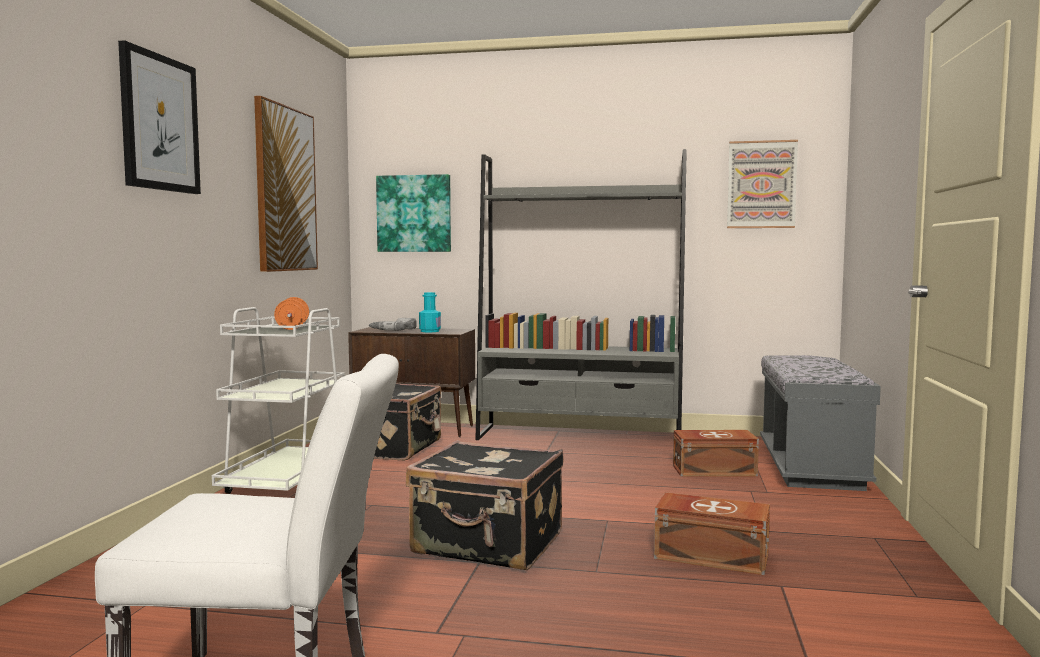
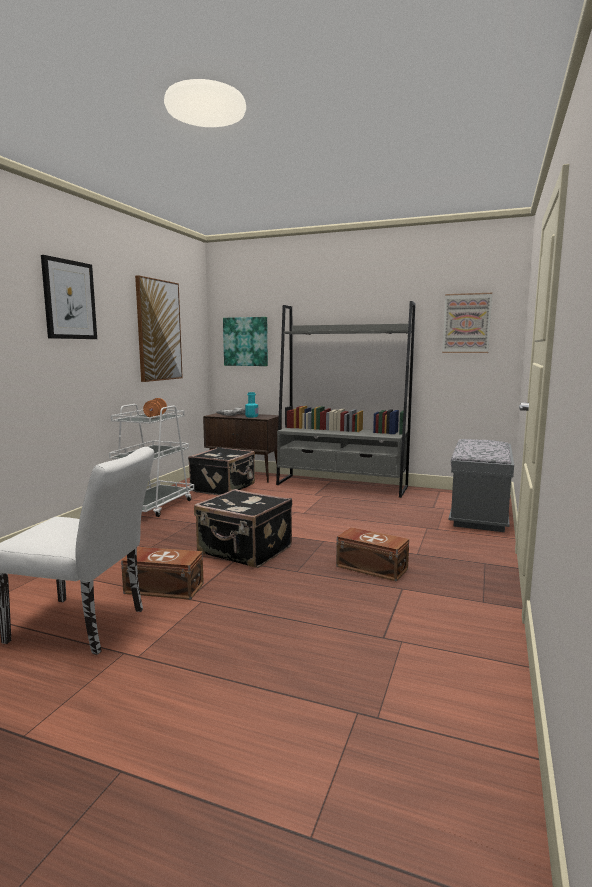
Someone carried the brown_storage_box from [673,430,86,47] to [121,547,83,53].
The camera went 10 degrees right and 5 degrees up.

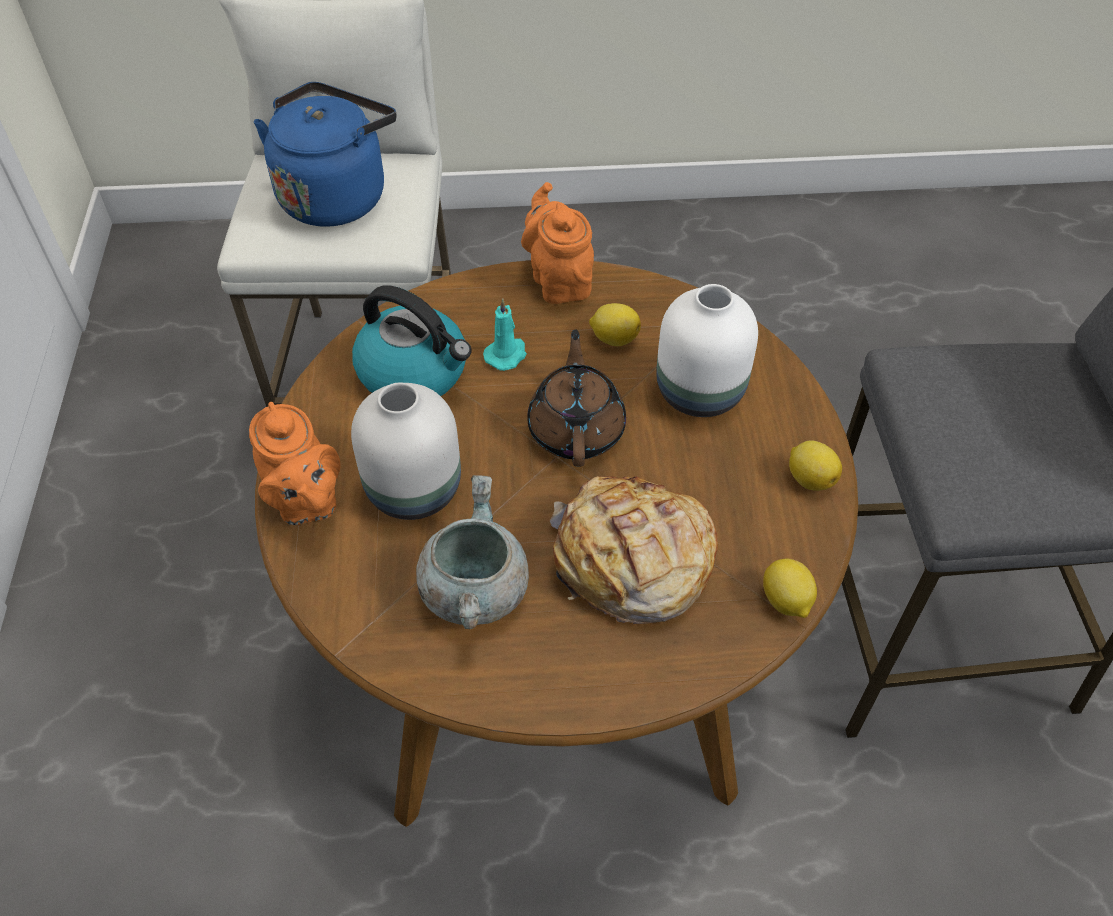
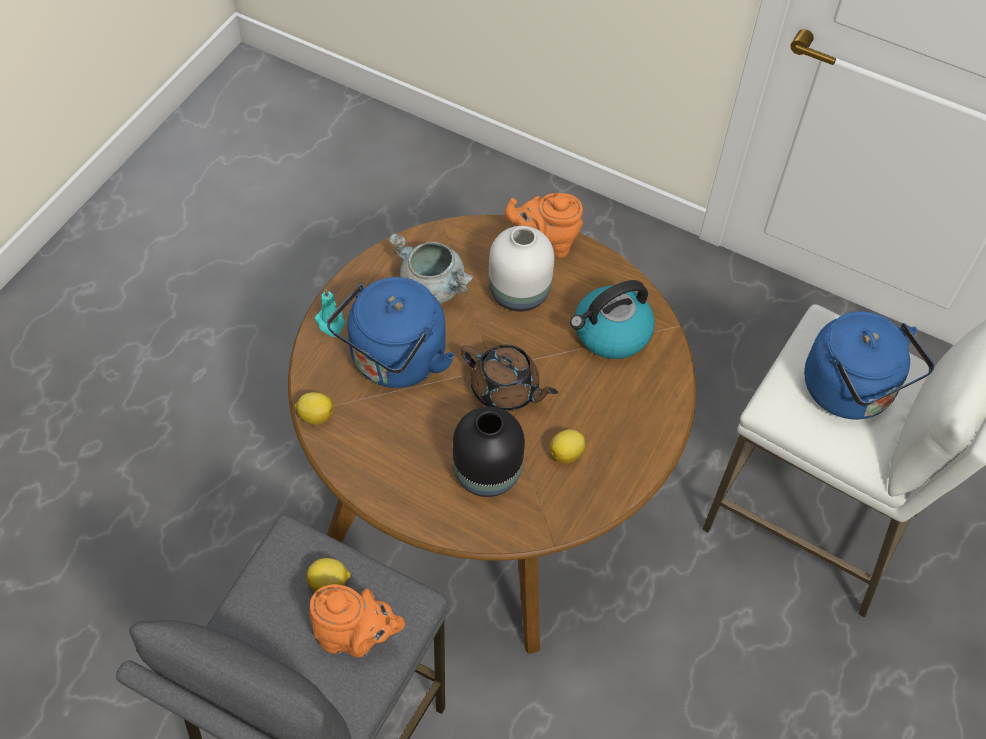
Someone carried the lemon from [789,440,53,51] to [306,558,45,33].
Someone carried the orange_teapot from [521,182,73,122] to [310,584,95,73].
Someone carried the turquoise_candle from [483,298,44,73] to [315,289,30,48].
Someone swapped the bread at [550,476,168,148] for the blue_kettle at [327,277,128,111].
Someone repainted the white_vase at [656,284,102,133], which became the black_vase at [453,406,72,91].
The camera went 120 degrees right and 5 degrees up.

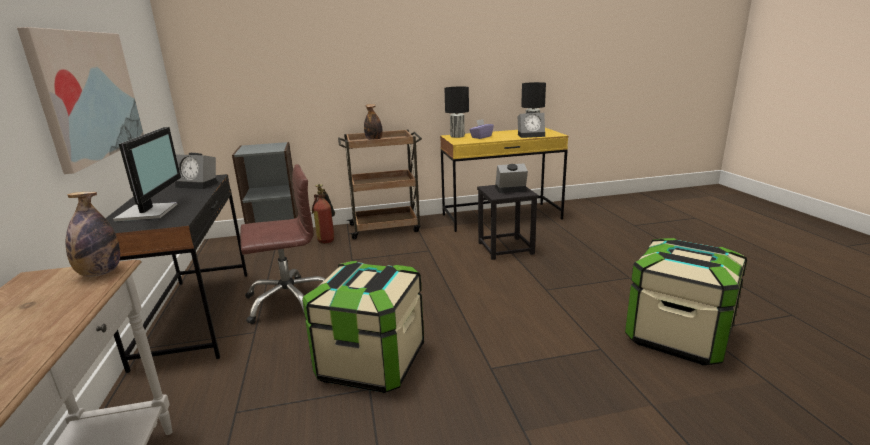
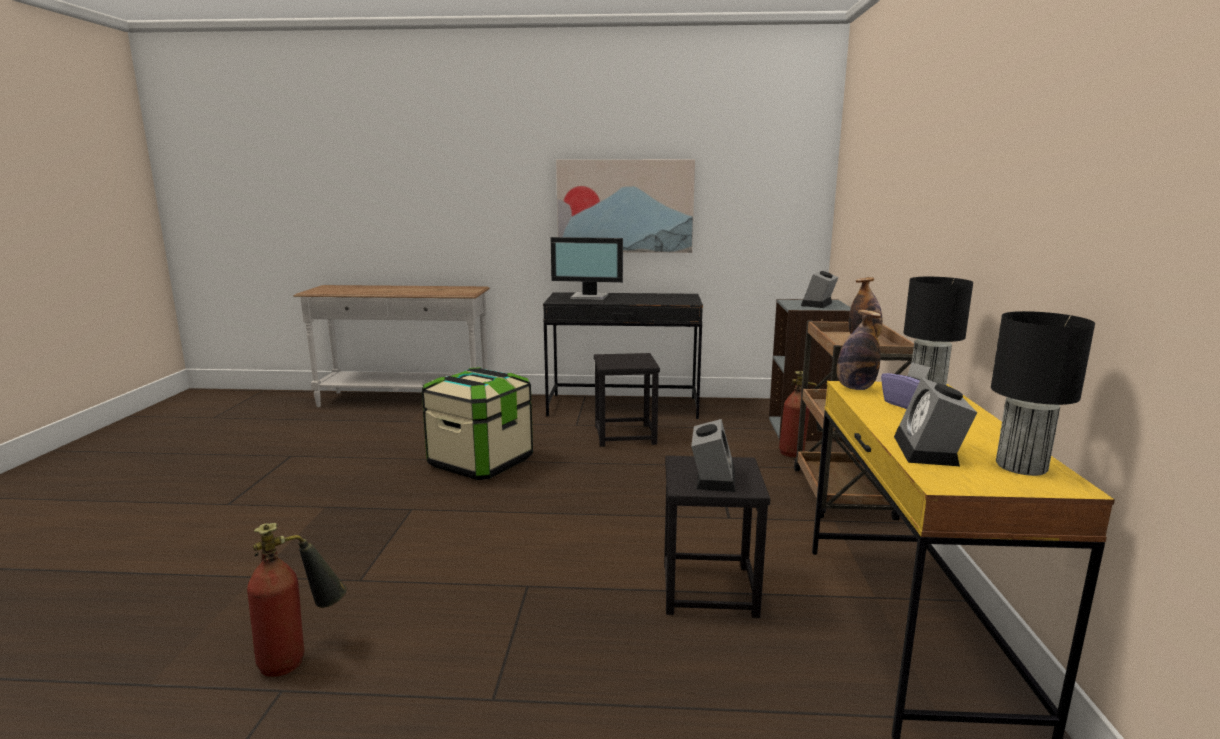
Someone swapped the storage_box at [625,238,122,127] for the fire_extinguisher at [247,523,100,154].
Someone swapped the brown_office_chair at [240,164,85,160] for the black_stool at [594,353,66,94].
Someone carried the alarm_clock from [175,153,43,36] to [801,270,37,38].
Someone carried the bottle from [66,192,54,85] to [837,310,44,80].
The camera went 105 degrees right and 5 degrees down.

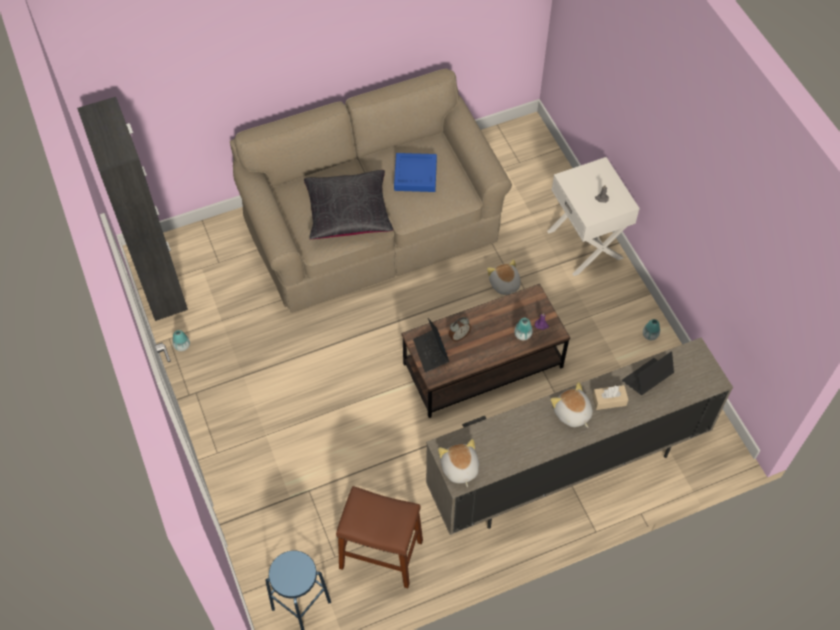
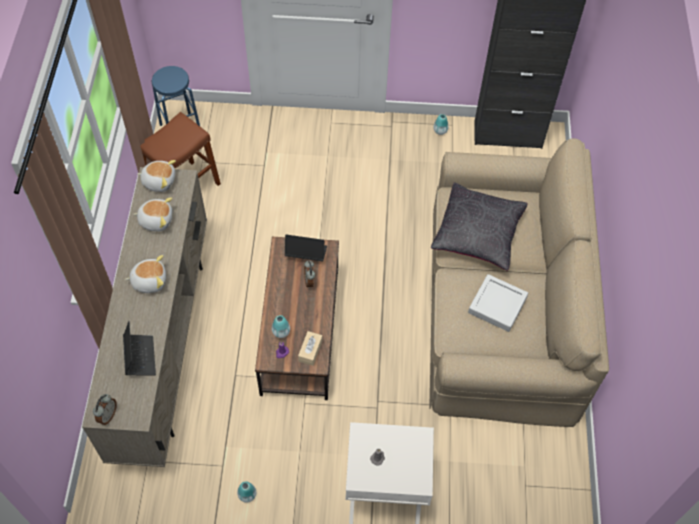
Someone put down the alarm_clock at [93,394,24,31].
Someone carried the plush_toy from [487,260,34,35] to [133,197,39,34].
Someone carried the beige_tissue_box from [592,385,37,25] to [298,331,25,35].
Someone repainted the blue_tray at [394,153,43,39], which became the grey_tray at [468,274,60,58].
The camera went 115 degrees right and 0 degrees up.

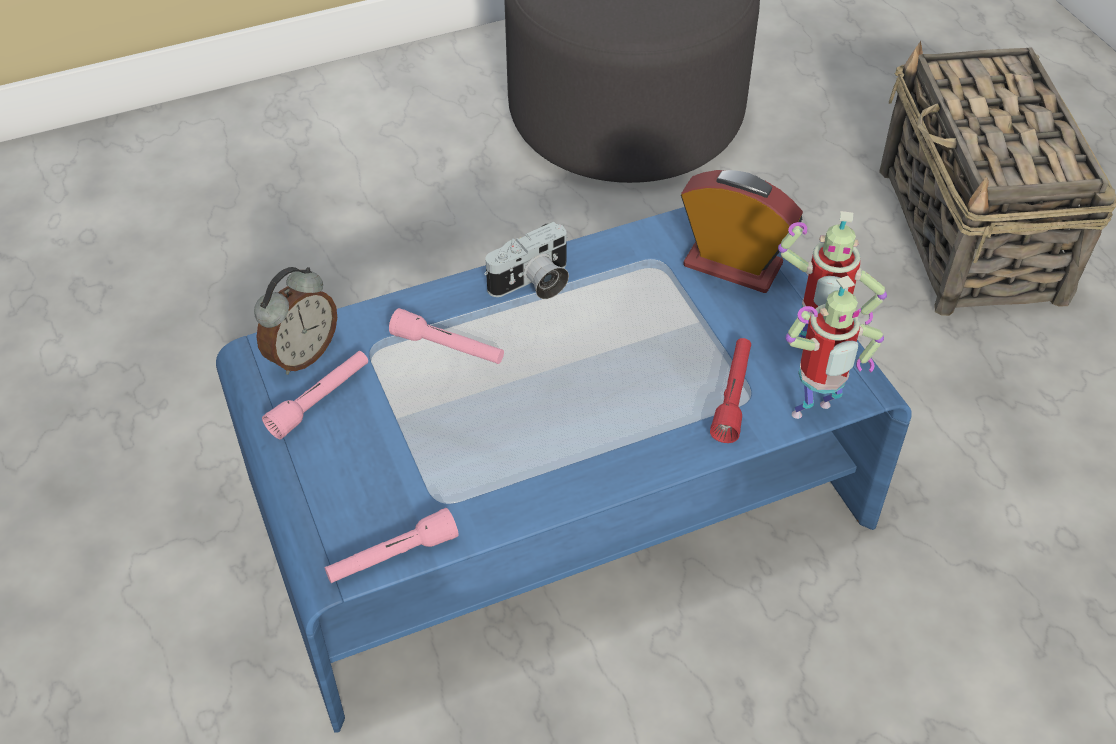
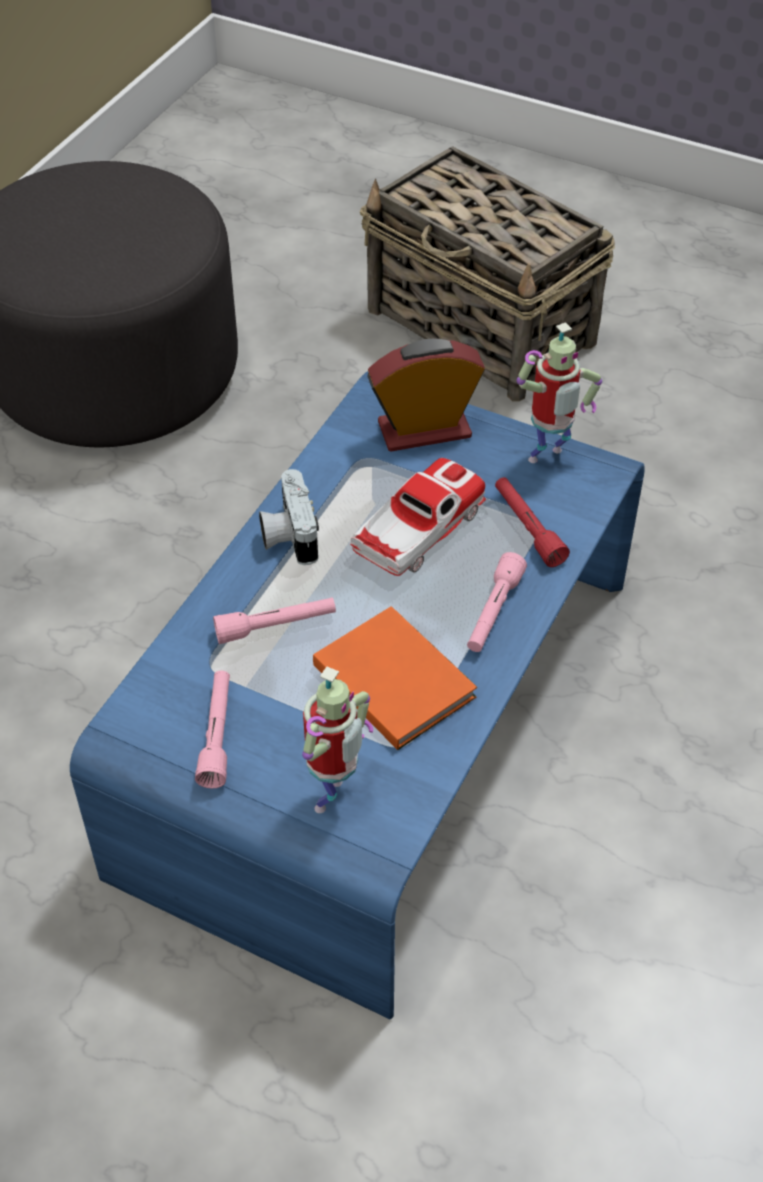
Someone rotated the photo_camera at [484,222,85,77] by 150 degrees clockwise.
Someone carried the toy_robot from [785,276,99,143] to [302,666,71,147].
Someone put down the orange_book at [313,606,164,144].
Someone put down the toy_car at [350,458,136,118].
Someone carried the pink_flashlight from [325,508,134,75] to [467,552,60,100].
Someone took away the alarm_clock at [254,267,83,108].
The camera went 40 degrees left and 0 degrees up.

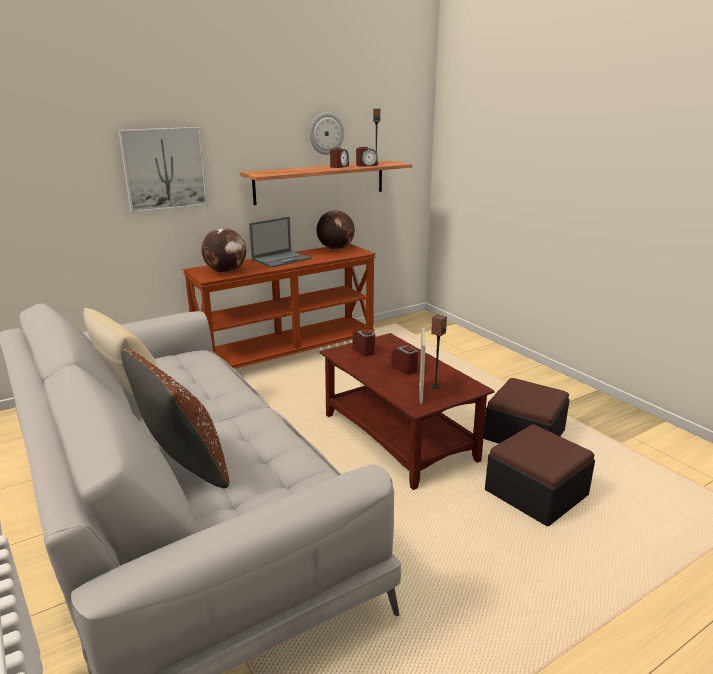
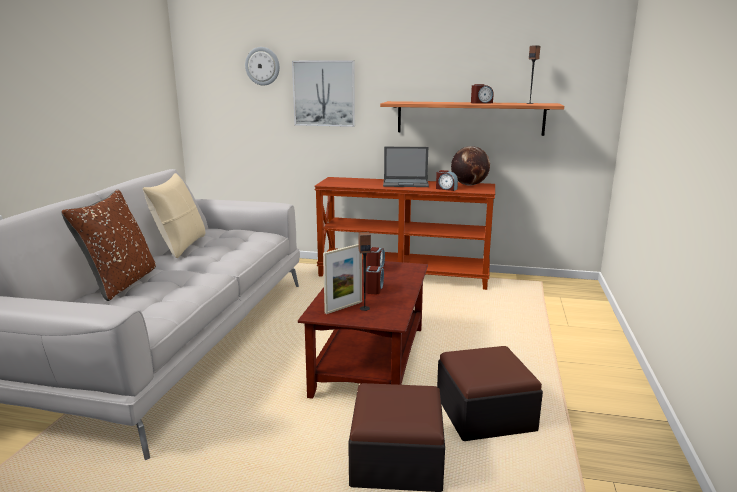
Someone carried the wall_clock from [309,112,35,43] to [245,47,35,38].
Someone carried the alarm_clock from [356,147,22,20] to [436,170,22,21].
Someone took away the globe at [202,228,44,45].
The camera went 45 degrees right and 5 degrees down.

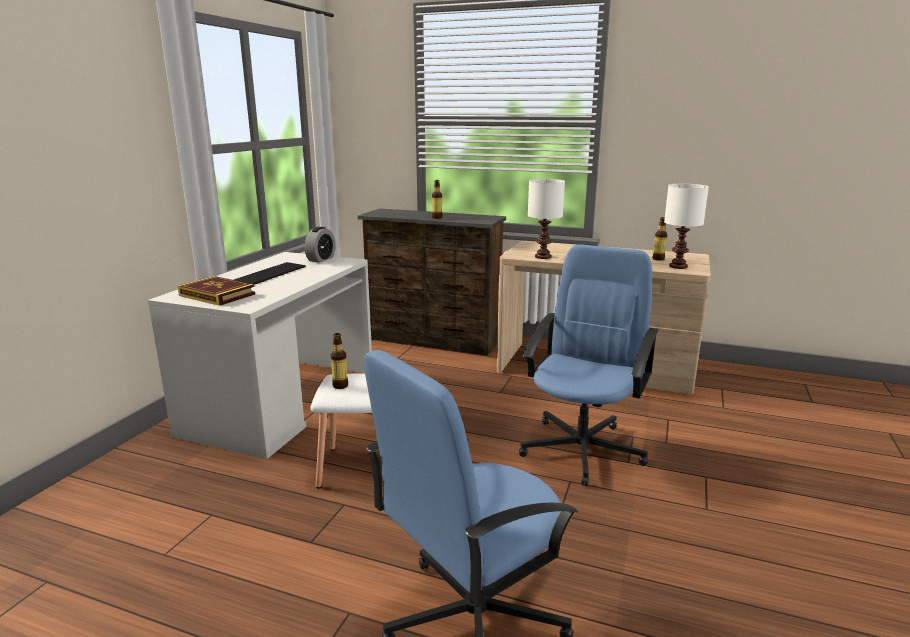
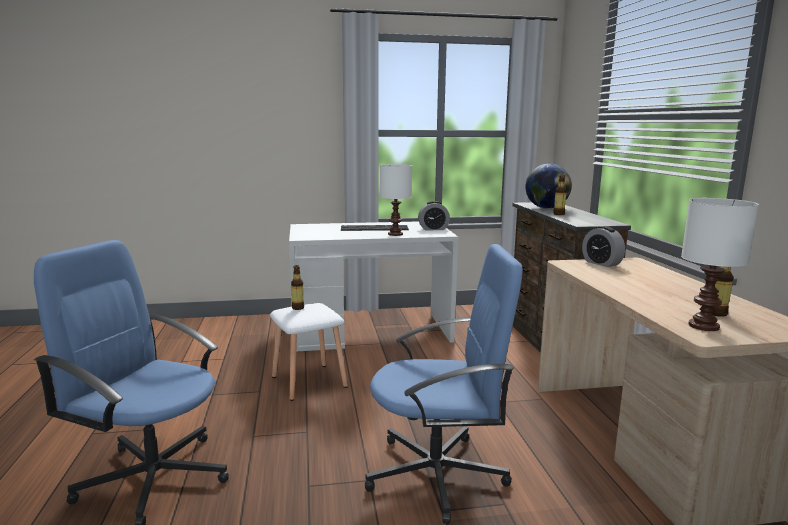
Someone carried the white_table_lamp from [528,179,37,80] to [380,164,32,72].
Someone put down the globe at [525,163,47,46].
Someone put down the alarm_clock at [582,226,43,41].
Someone took away the book at [178,276,77,30].
The camera went 60 degrees right and 5 degrees down.

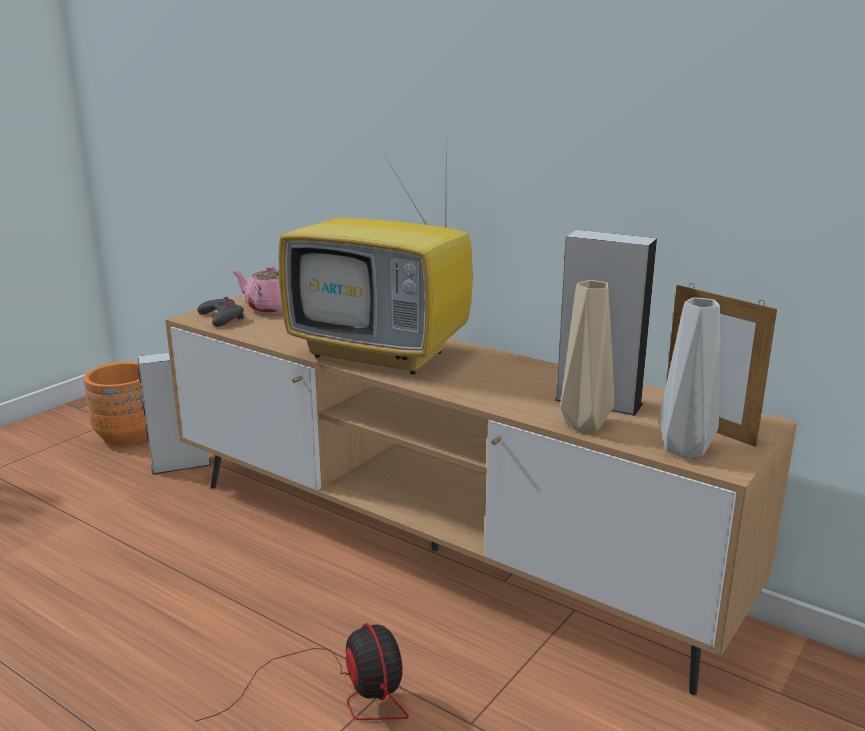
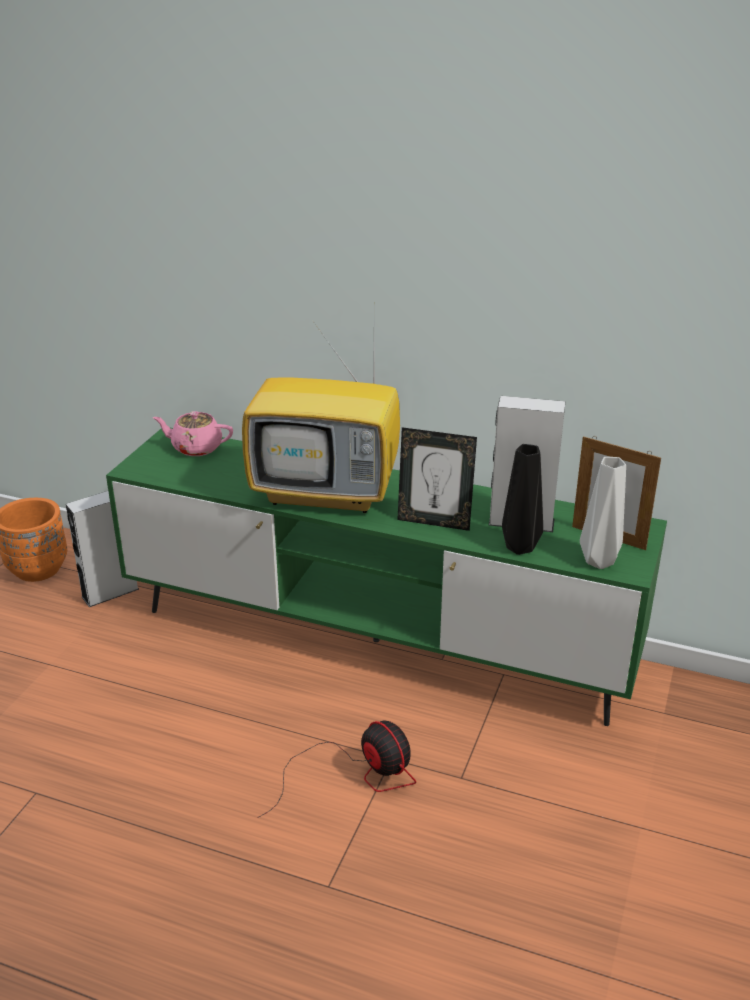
Someone repainted the brown_tv_stand at [165,294,632,401], which became the green_tv_stand at [106,427,561,299].
Someone put down the picture_frame at [397,427,80,104].
Someone repainted the beige_vase at [560,280,54,151], which became the black_vase at [502,444,41,111].
Someone took away the grey_game_controller at [197,297,47,30].
The camera went 15 degrees left and 10 degrees up.

